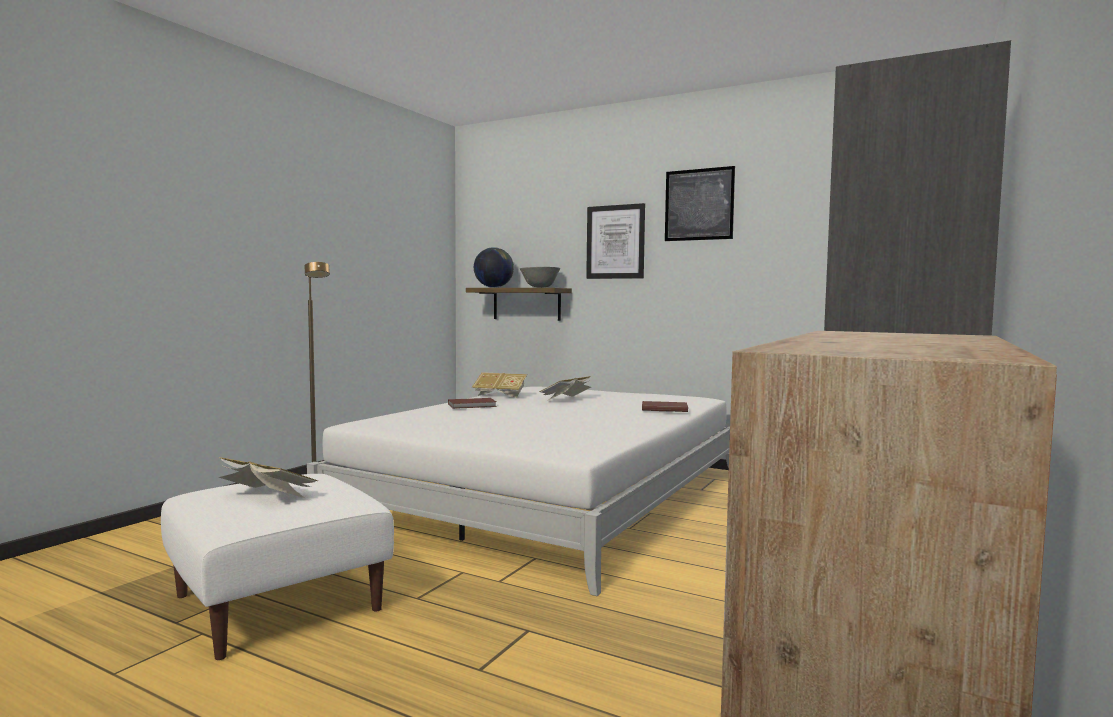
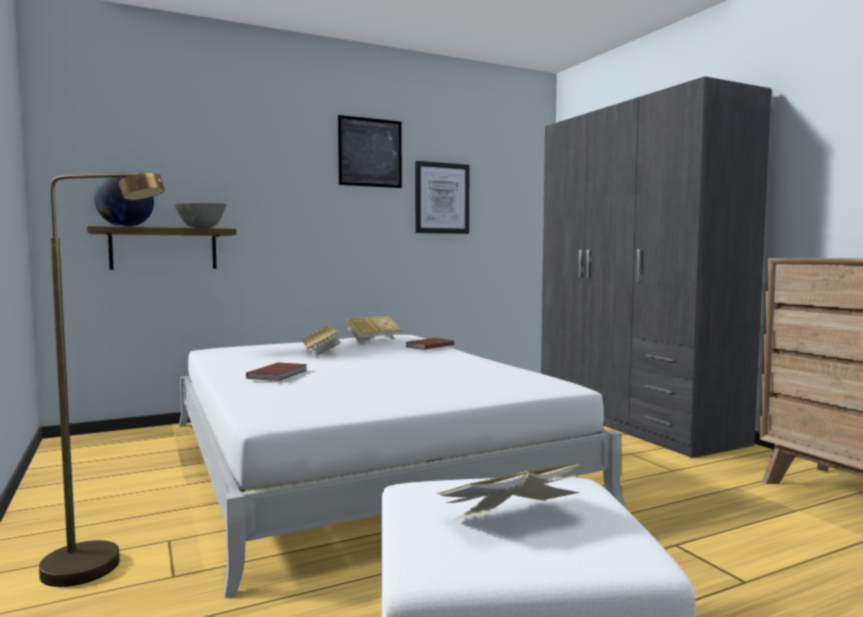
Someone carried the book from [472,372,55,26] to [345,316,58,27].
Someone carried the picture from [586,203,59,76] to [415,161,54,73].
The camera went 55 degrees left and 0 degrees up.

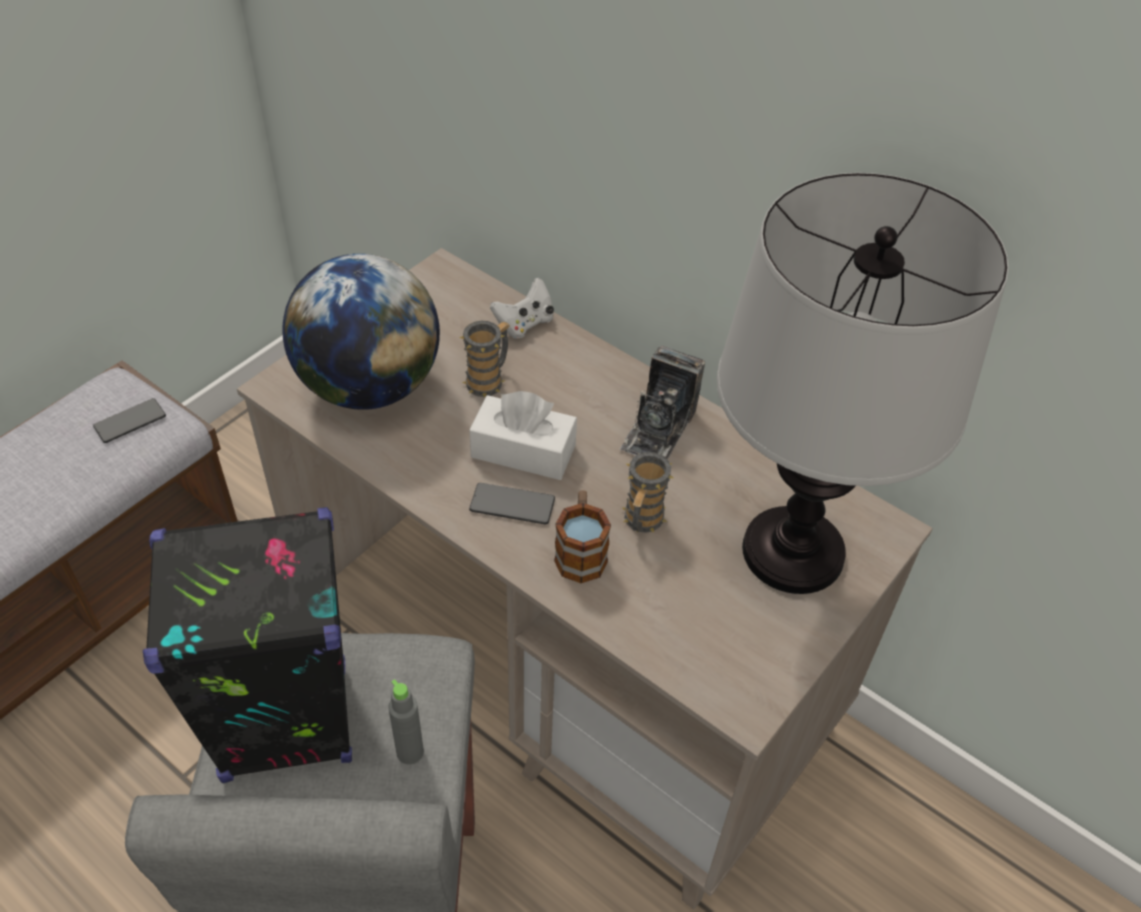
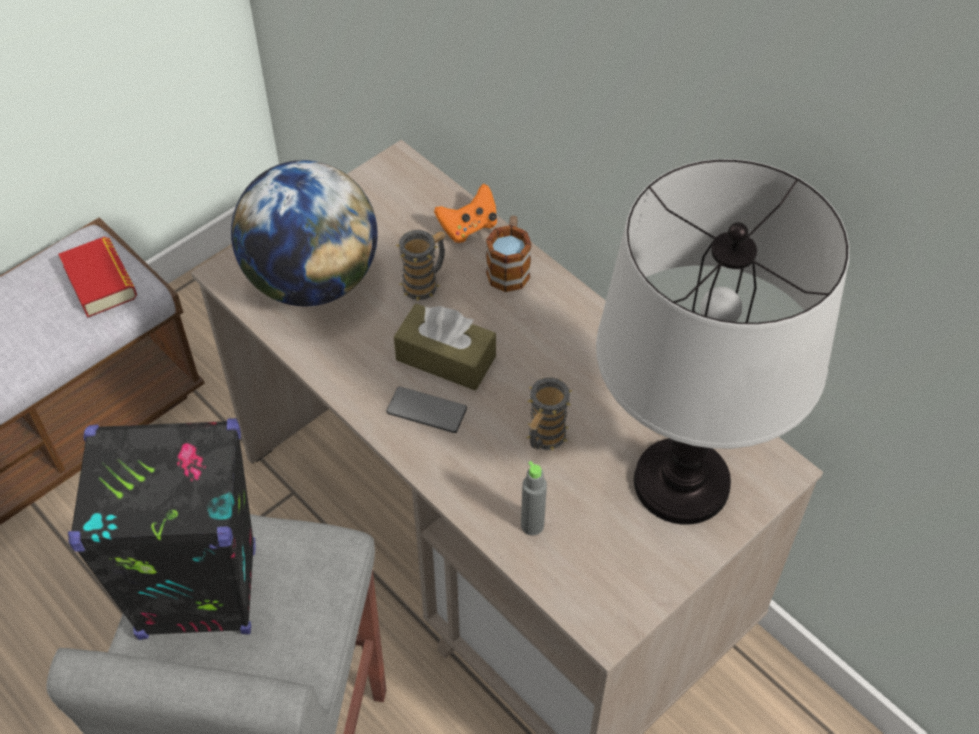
Someone swapped the phone at [93,398,73,45] for the book at [58,236,79,82].
Someone repainted the white_tissue_box at [469,391,108,89], which became the brown_tissue_box at [394,303,102,87].
Someone repainted the white_game_controller at [490,278,64,61], which became the orange_game_controller at [434,184,63,59].
Someone carried the mug from [554,490,57,93] to [486,216,46,76].
Someone carried the grey_bottle from [388,679,36,86] to [521,461,26,75].
Someone took away the photo_camera at [619,346,86,113].
The camera went 10 degrees right and 5 degrees up.

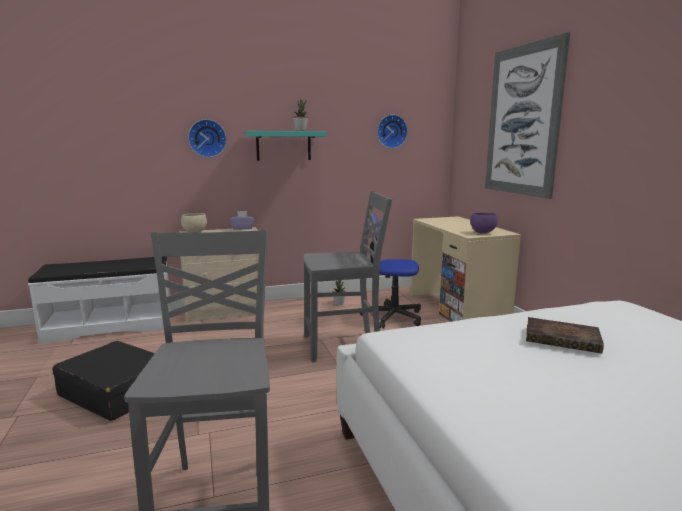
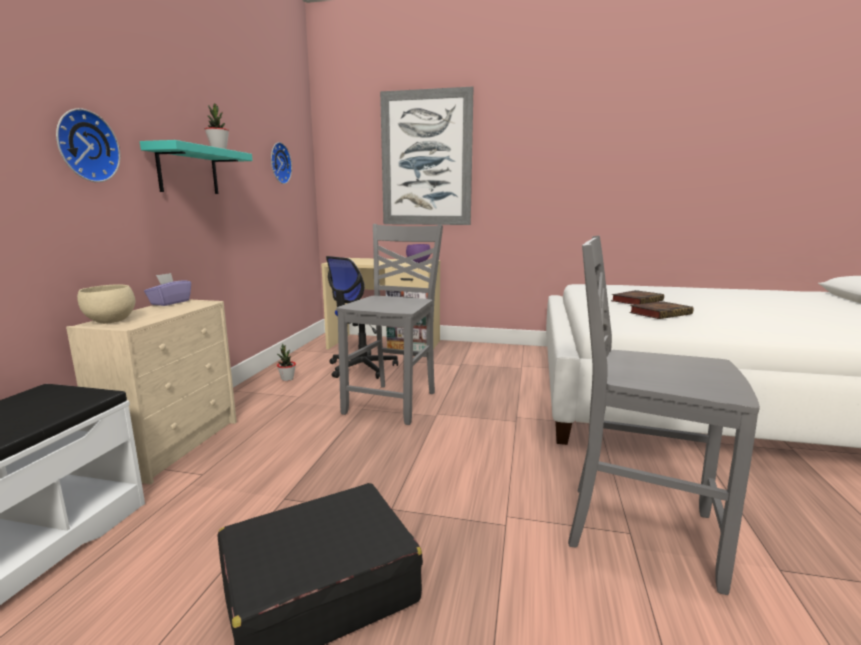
Someone put down the book at [629,301,65,18].
The camera went 60 degrees left and 0 degrees up.

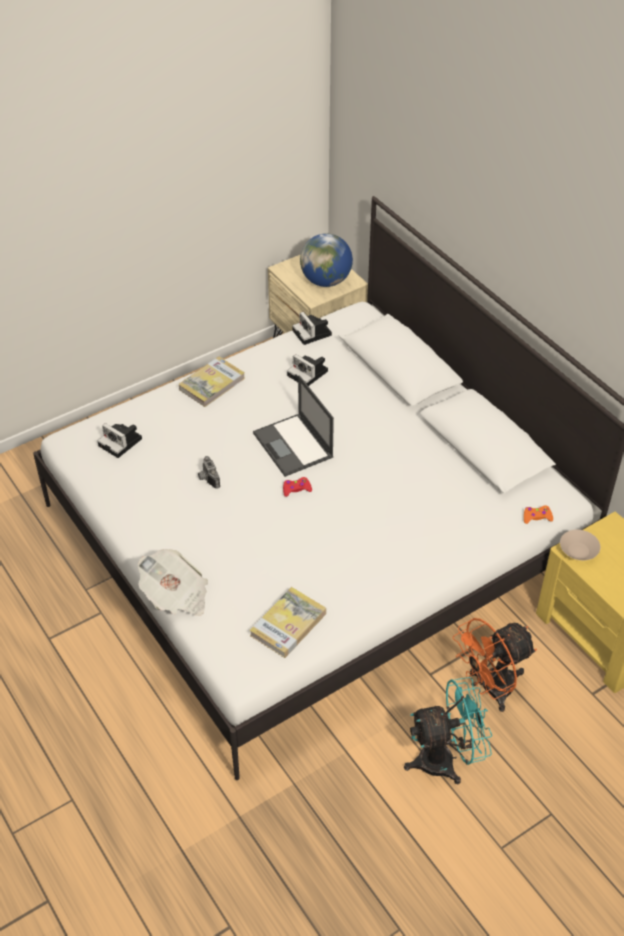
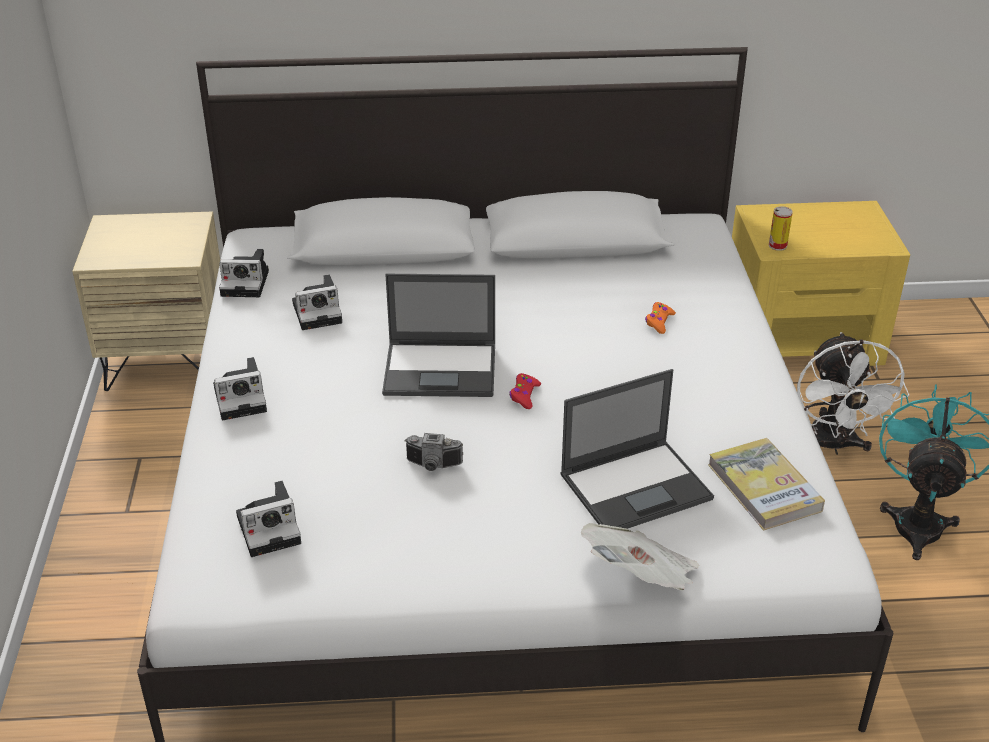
Someone swapped the book at [179,356,66,51] for the photo_camera at [213,357,54,63].
Someone put down the laptop at [560,369,154,160].
Someone carried the orange_game_controller from [524,506,29,18] to [645,302,31,32].
Someone swapped the beige_bowl at [560,529,40,31] for the can at [769,206,24,45].
Someone repainted the orange_fan at [453,618,84,94], which became the white_fan at [797,332,112,123].
Someone took away the globe at [300,234,53,53].
The camera went 60 degrees left and 10 degrees down.

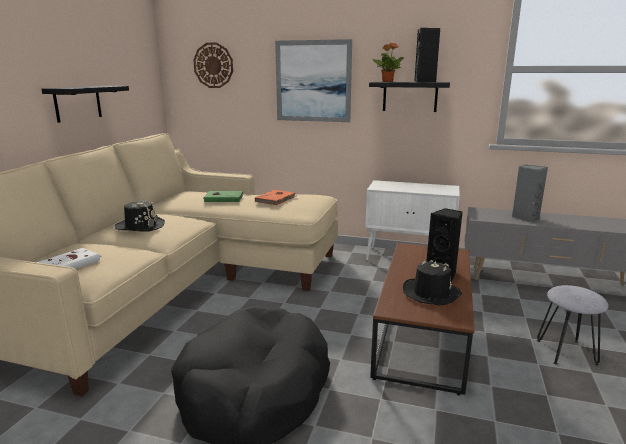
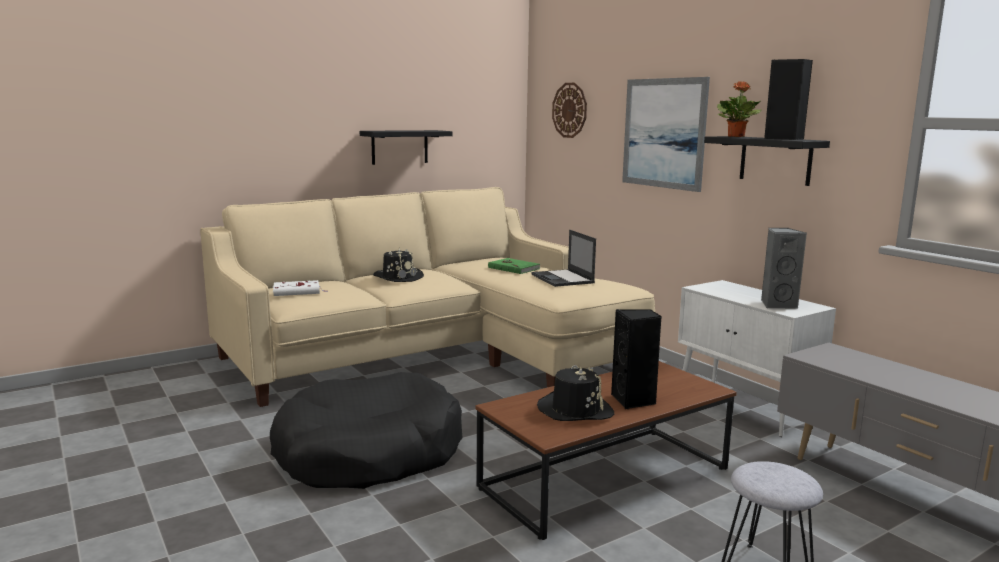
Someone swapped the orange_book at [255,190,41,15] for the laptop at [531,230,65,57].
Someone carried the grey_speaker from [512,165,36,58] to [761,228,46,81].
The camera went 40 degrees right and 5 degrees down.

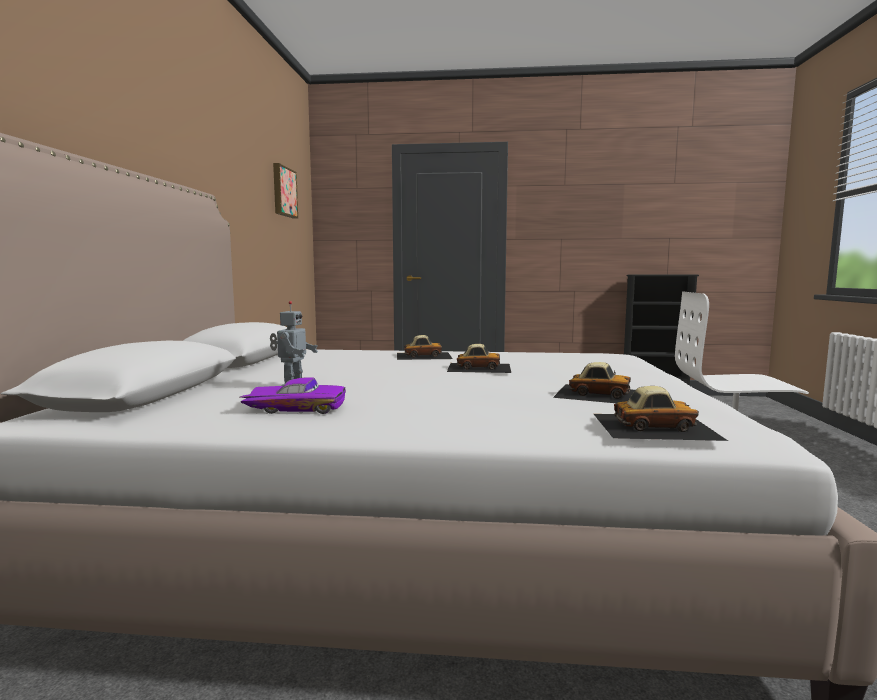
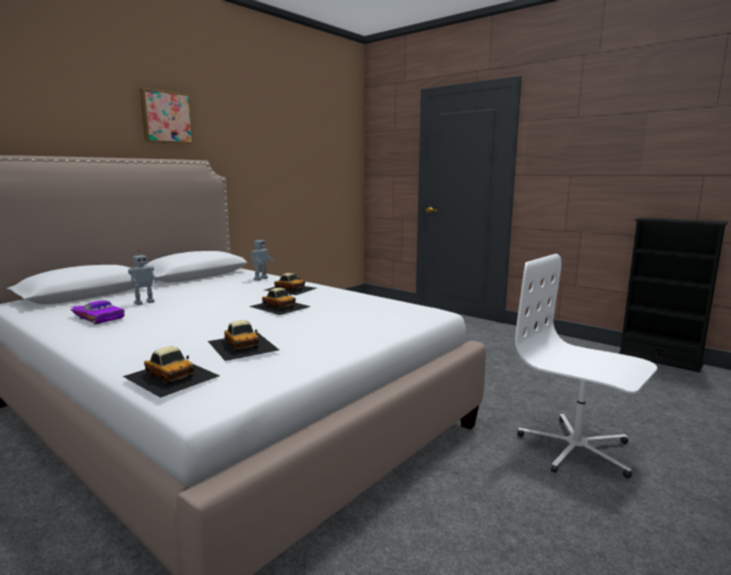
Someone carried the picture from [273,163,25,55] to [140,88,54,56].
Someone put down the toy_robot at [251,235,23,46].
The camera went 35 degrees right and 5 degrees up.

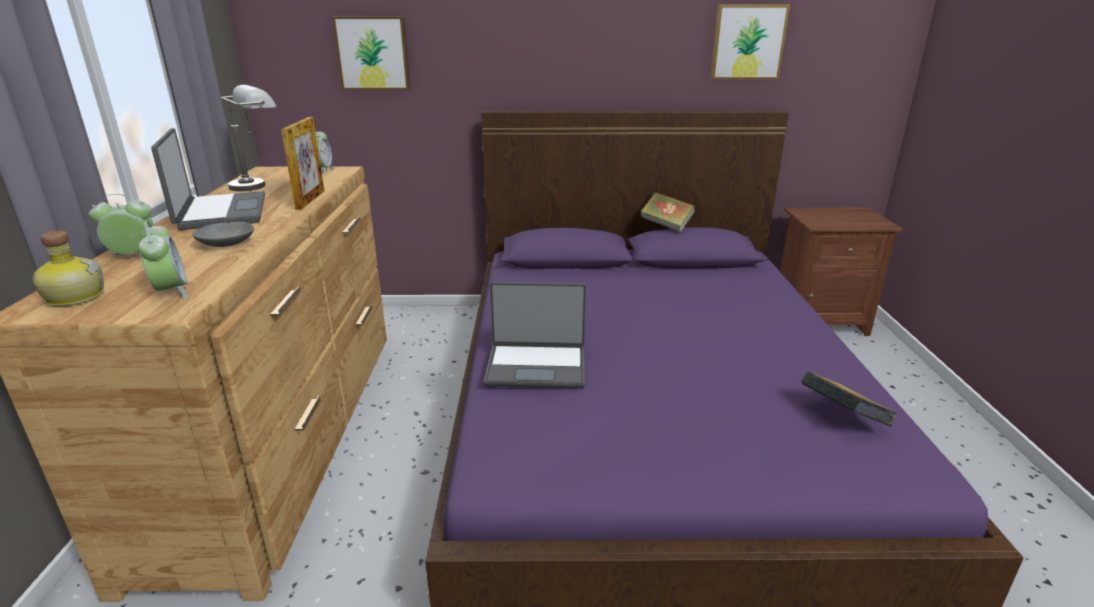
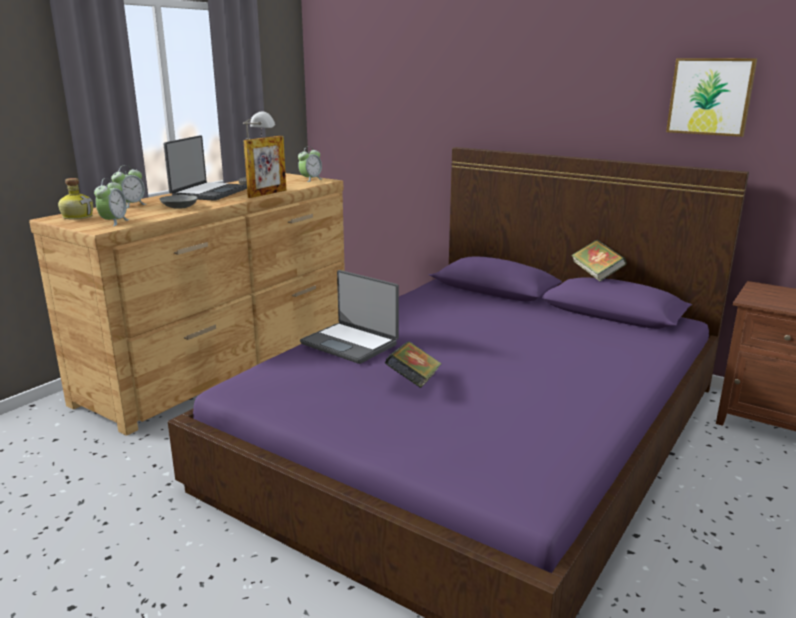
Someone rotated the alarm_clock at [88,194,66,61] by 105 degrees clockwise.
Someone carried the book from [801,371,97,55] to [385,341,57,47].
Someone took away the picture at [332,16,79,74].
The camera went 35 degrees right and 5 degrees down.

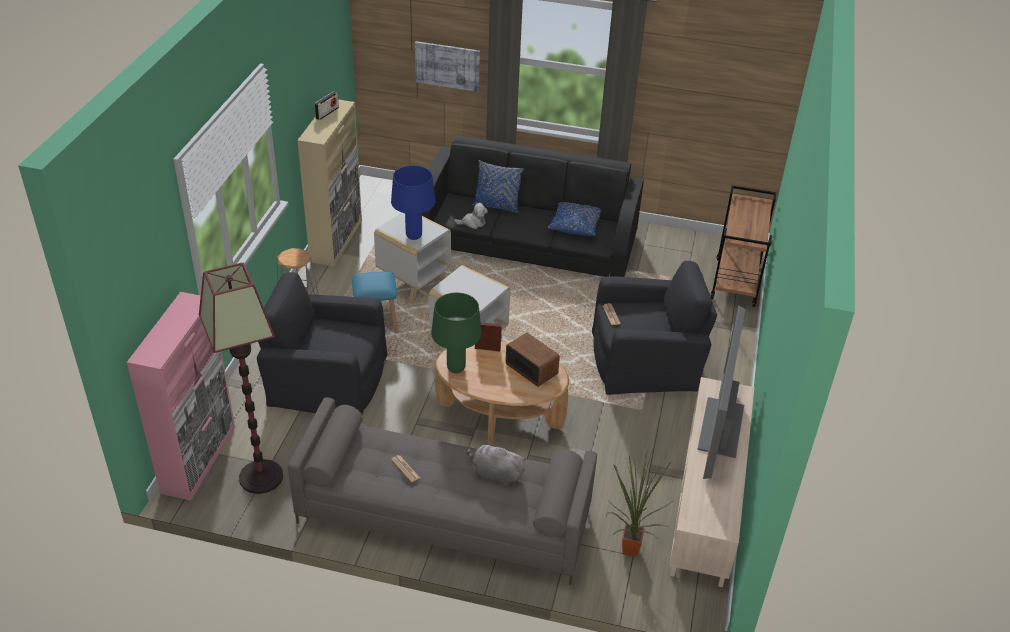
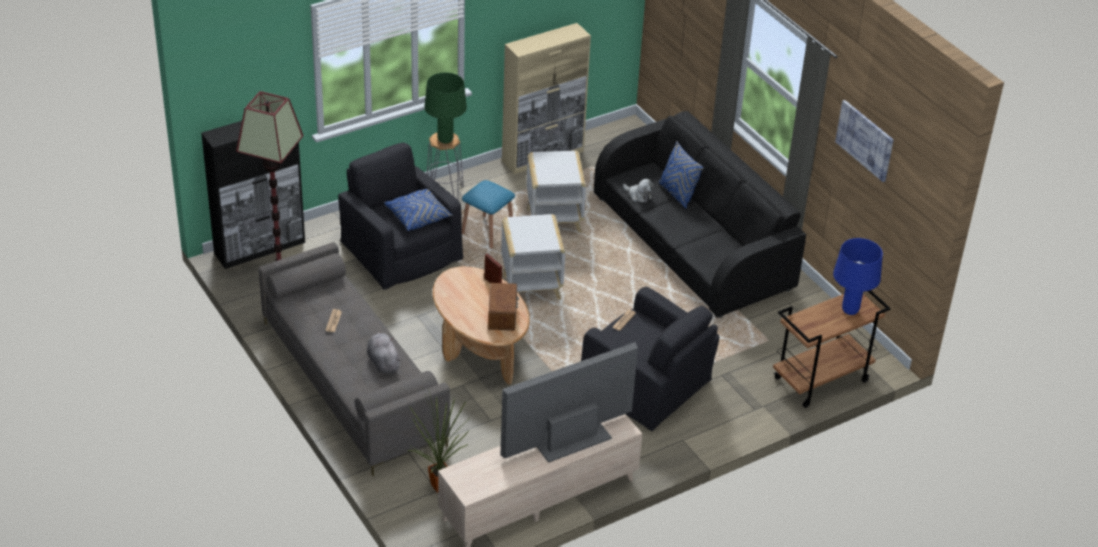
Someone repainted the pink_cabinet at [127,292,108,209], which became the black_cabinet at [201,121,104,148].
Someone carried the blue_pillow from [547,202,55,34] to [384,189,69,42].
Someone carried the green_table_lamp from [431,293,51,80] to [424,72,43,72].
Someone carried the blue_table_lamp from [391,165,44,75] to [833,238,50,77].
Someone carried the picture from [415,41,65,51] to [835,100,59,82].
Someone took away the radio at [314,91,25,29].
The camera went 45 degrees right and 0 degrees up.

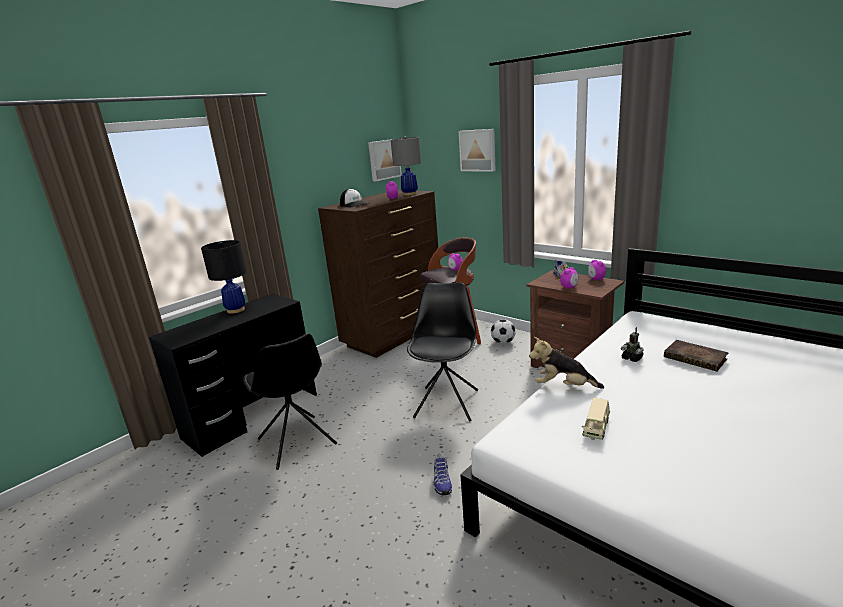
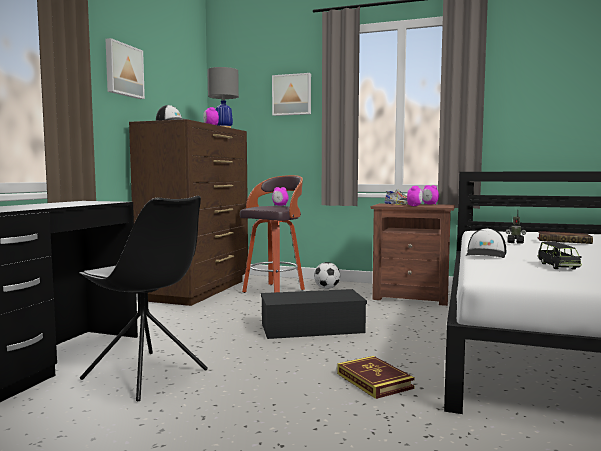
Someone carried the picture from [368,139,34,42] to [106,38,39,61].
Someone swapped the black_chair at [407,282,71,140] for the black_storage_box at [261,289,106,50].
Someone swapped the shoe at [433,453,19,42] for the book at [337,356,78,43].
Someone swapped the plush_toy at [529,337,75,52] for the cap at [466,228,40,30].
Someone repainted the beige_toy_car at [582,398,28,42], which became the black_toy_car at [538,242,44,28].
Someone took away the black_table_lamp at [201,240,46,74].
The camera went 25 degrees left and 15 degrees down.

